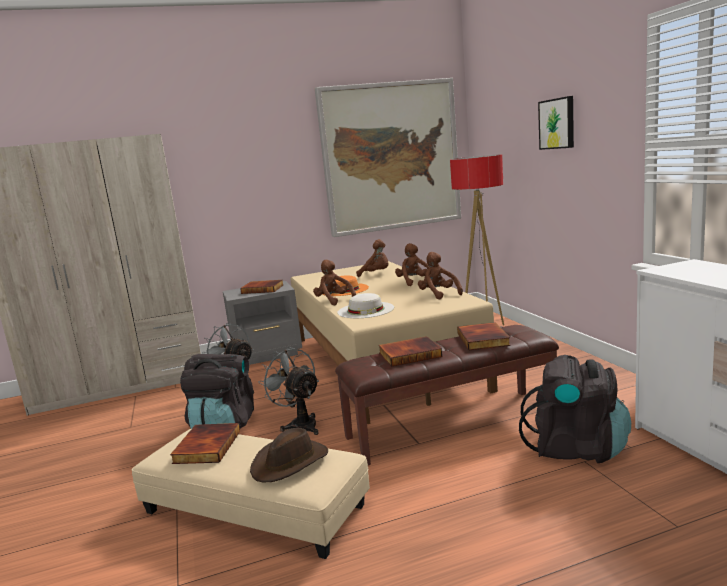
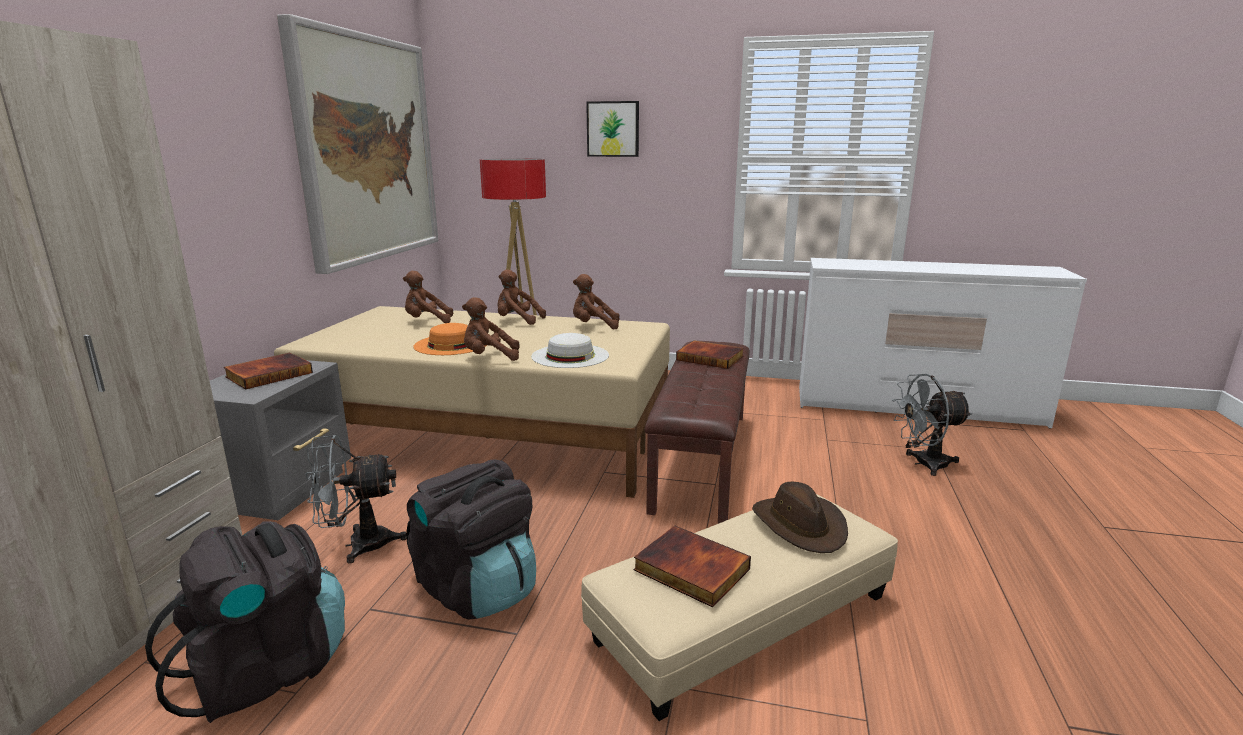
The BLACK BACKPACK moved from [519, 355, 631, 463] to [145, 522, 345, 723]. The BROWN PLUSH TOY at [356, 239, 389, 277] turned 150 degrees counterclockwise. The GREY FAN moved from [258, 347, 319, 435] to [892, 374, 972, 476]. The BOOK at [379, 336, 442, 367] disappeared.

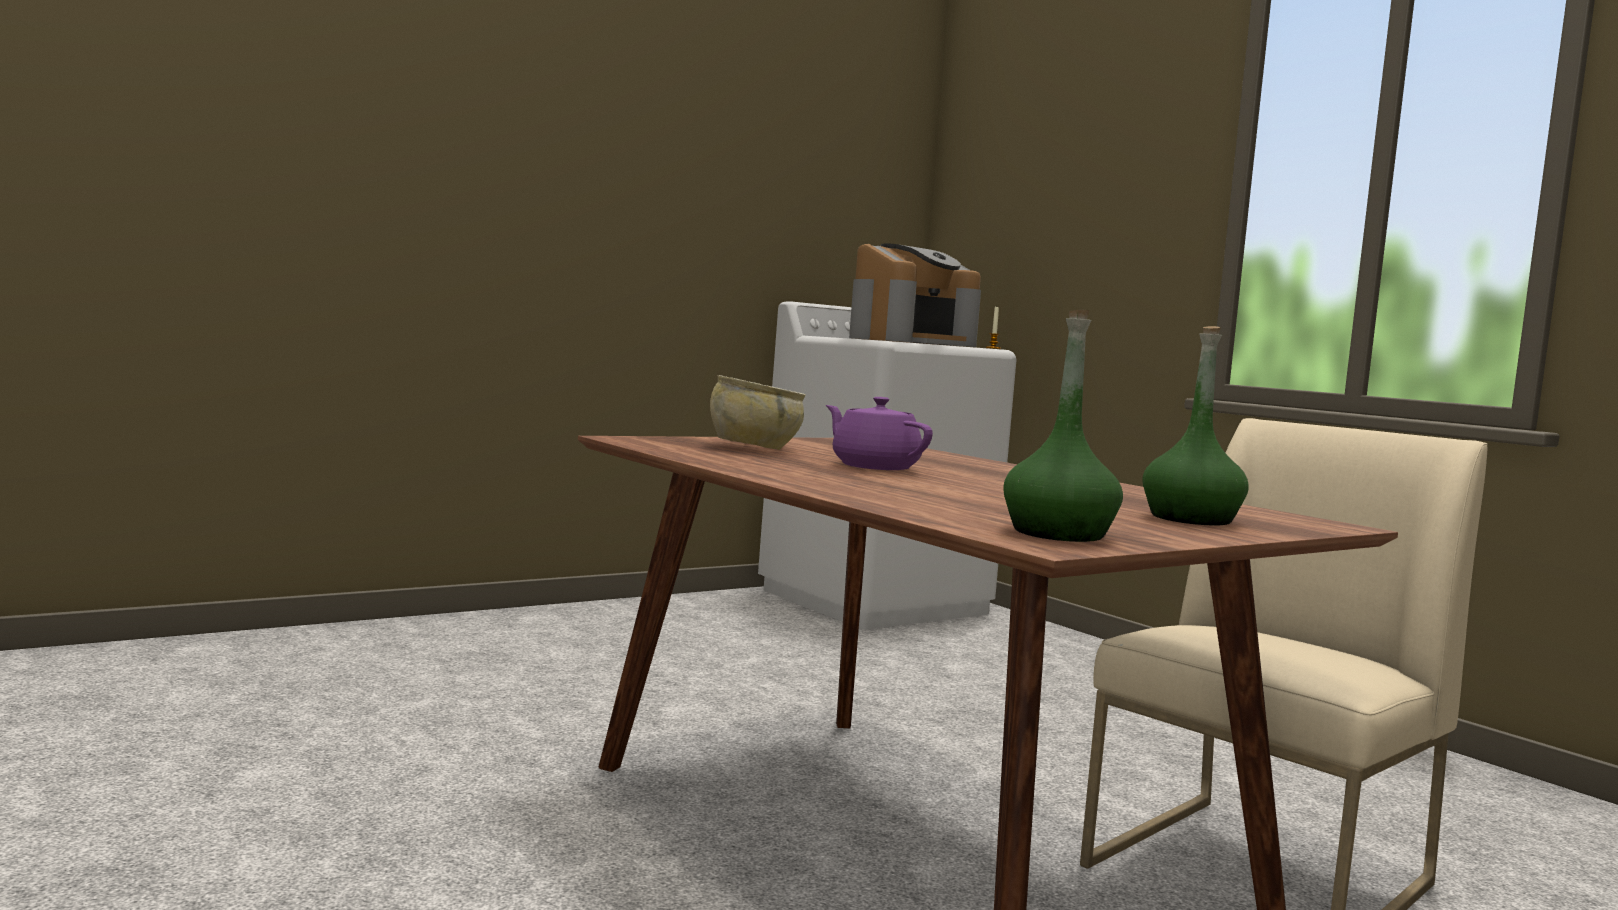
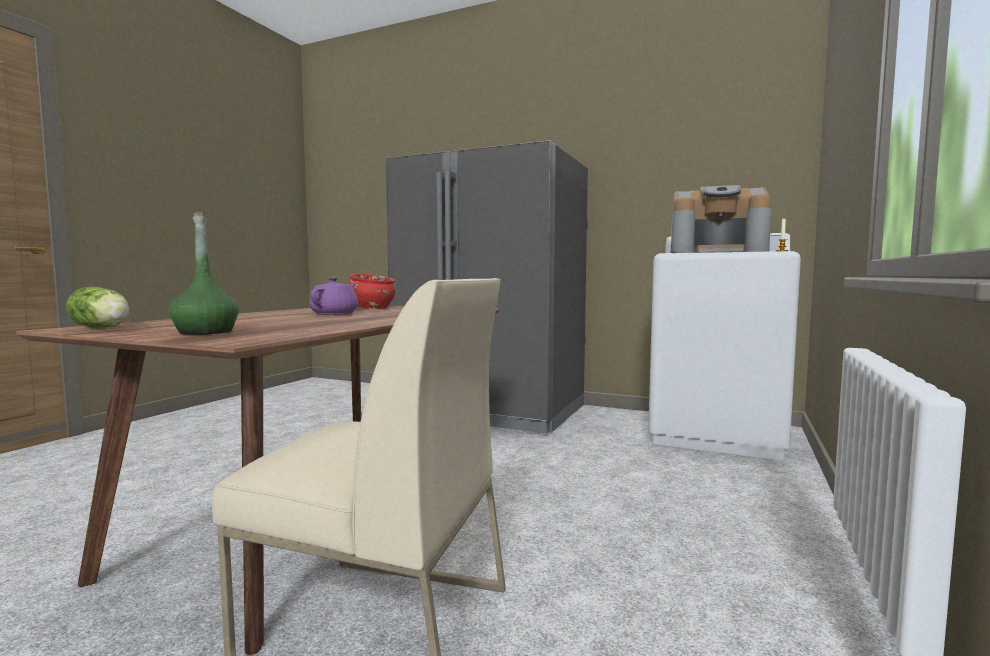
The GREEN BOTTLE at [1003, 309, 1123, 542] was replaced by the LETTUCE at [66, 287, 129, 328]. The BEIGE BOWL at [710, 375, 806, 450] became the RED BOWL at [348, 274, 396, 309]. The GREY FRIDGE at [386, 140, 588, 434] appeared.

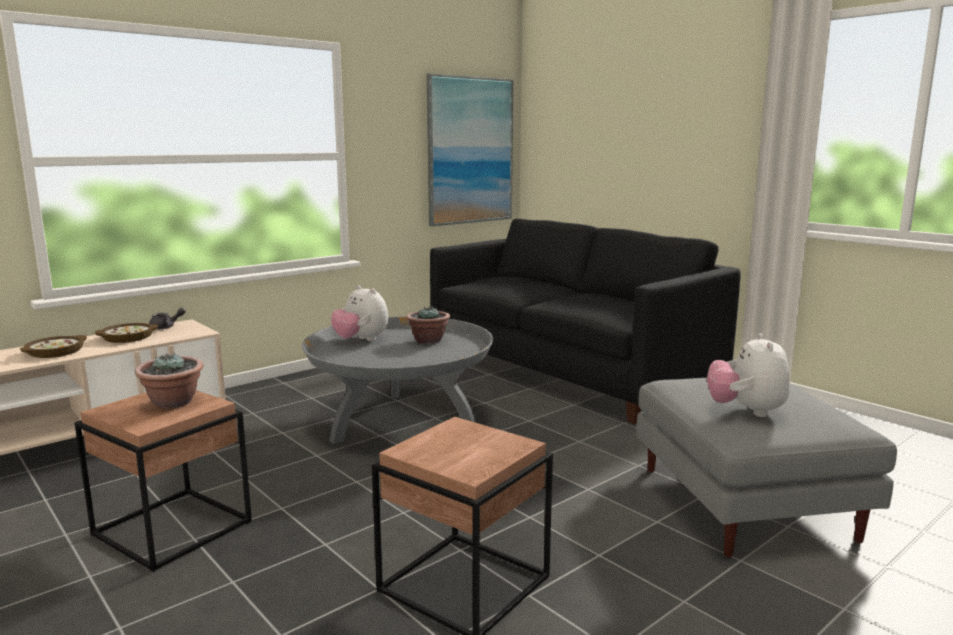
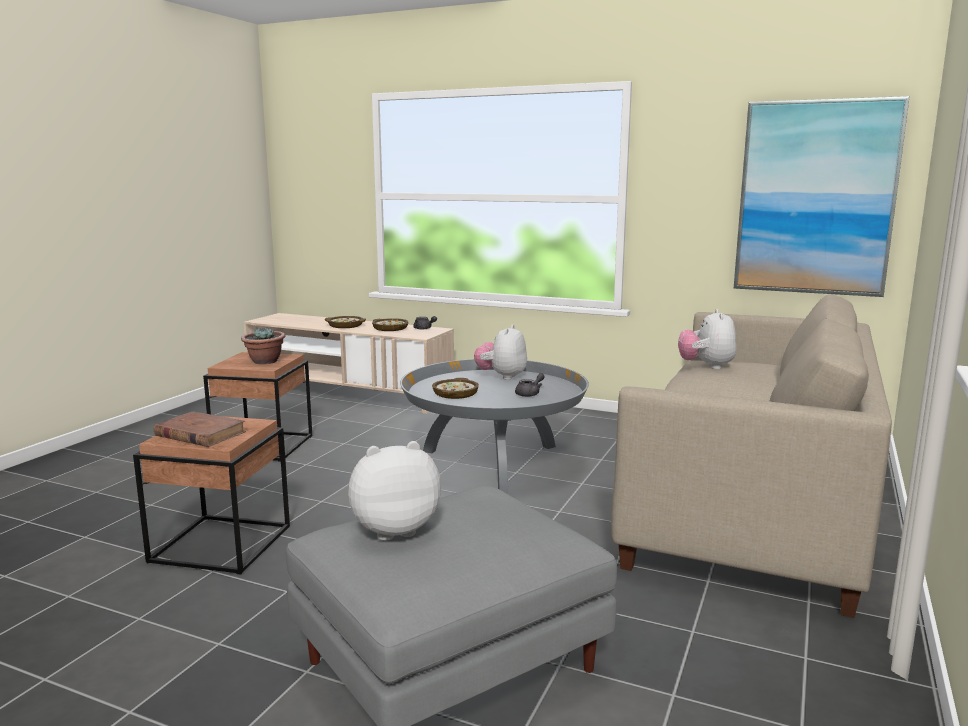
The BROWN BOOK at [154, 411, 246, 447] appeared. The BOWL at [432, 378, 479, 399] appeared. The POTTED PLANT at [406, 306, 450, 345] was replaced by the GREY TEAPOT at [515, 373, 545, 397]. The BLACK SOFA at [430, 219, 741, 424] became the BEIGE SOFA at [611, 294, 892, 618]. The PLUSH TOY at [678, 309, 737, 369] appeared.

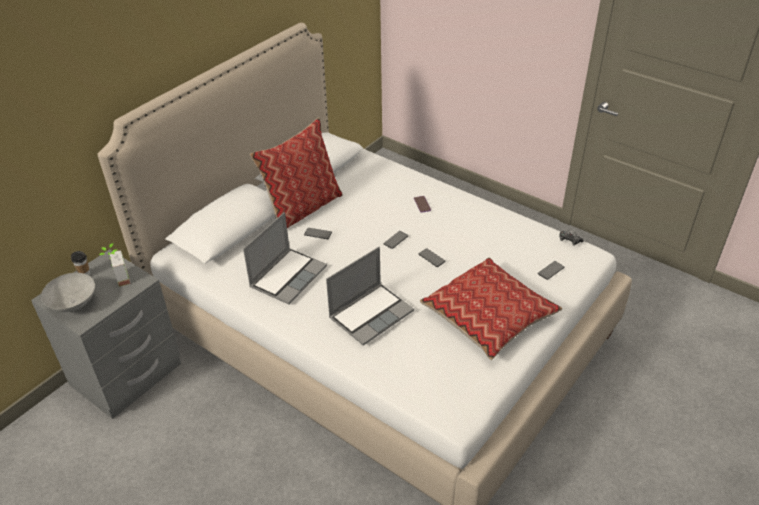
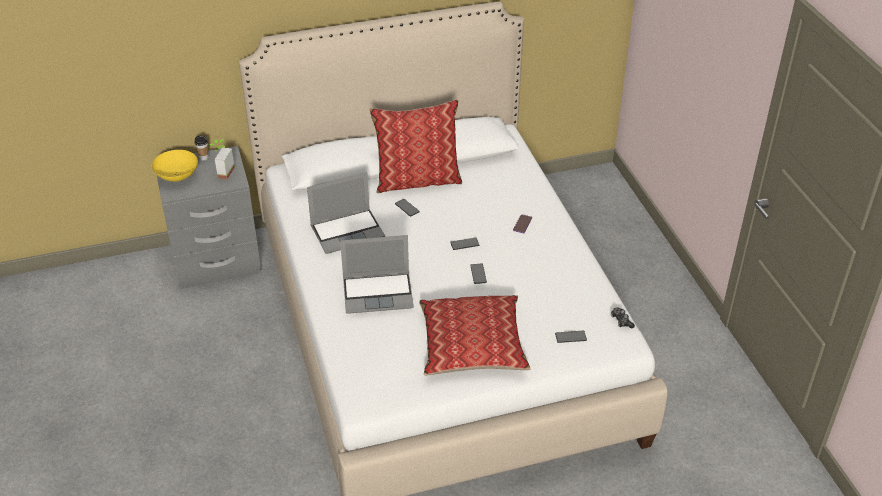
The GREY BOWL at [41, 273, 95, 312] became the YELLOW BOWL at [152, 150, 198, 182].

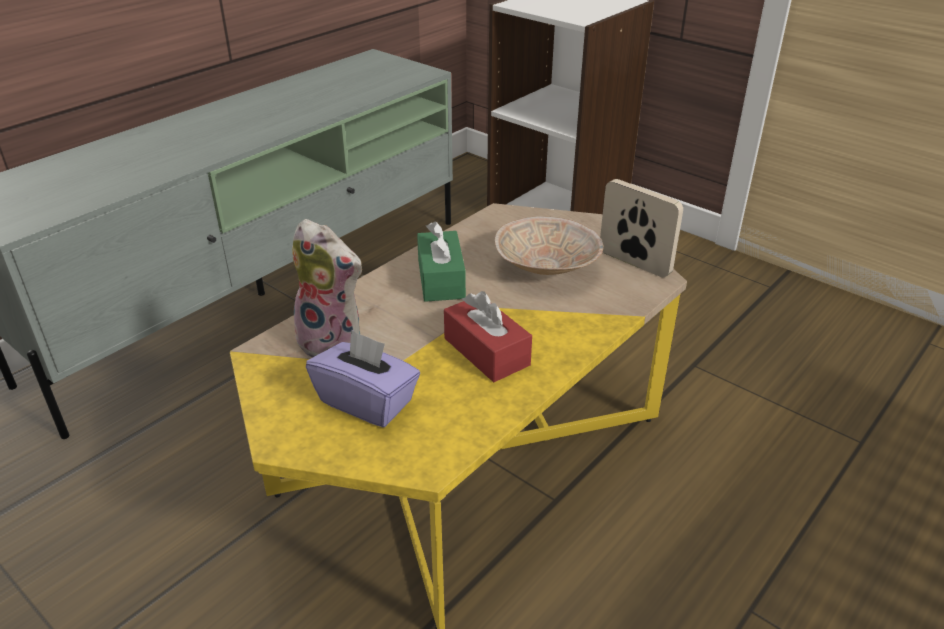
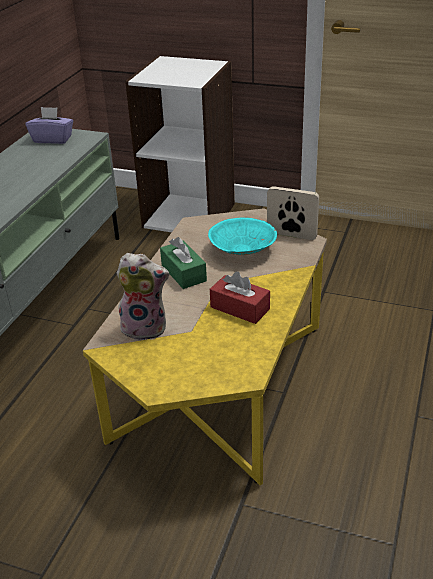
The PURPLE TISSUE BOX moved from [306, 329, 420, 427] to [25, 107, 73, 144]. The BEIGE BOWL at [495, 216, 603, 275] became the TURQUOISE BOWL at [208, 218, 277, 255].

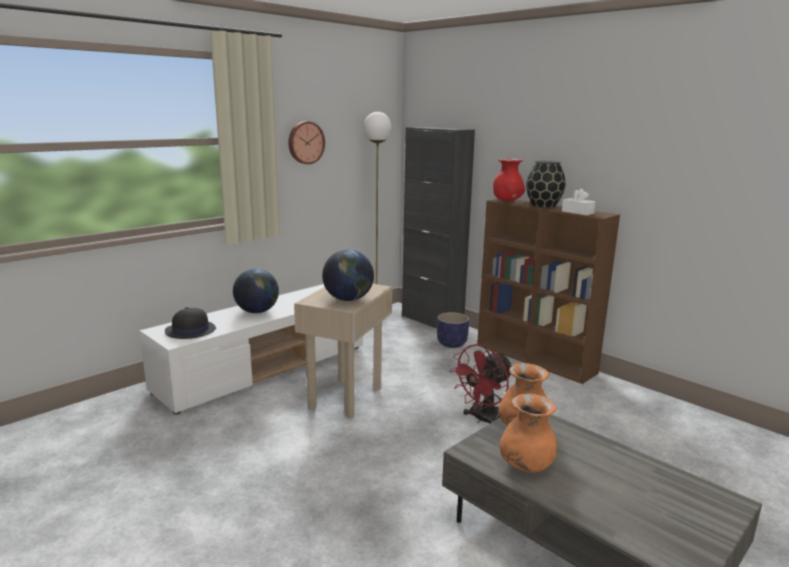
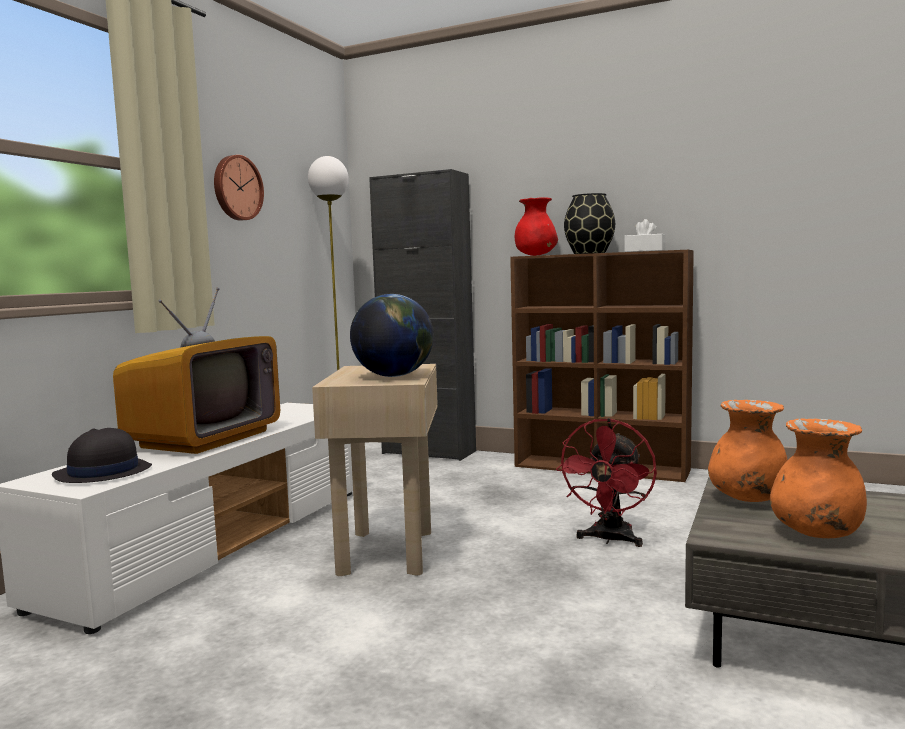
The GLOBE at [233, 269, 279, 313] was replaced by the TELEVISION at [113, 287, 280, 454]. The PLANTER at [437, 312, 469, 348] disappeared.

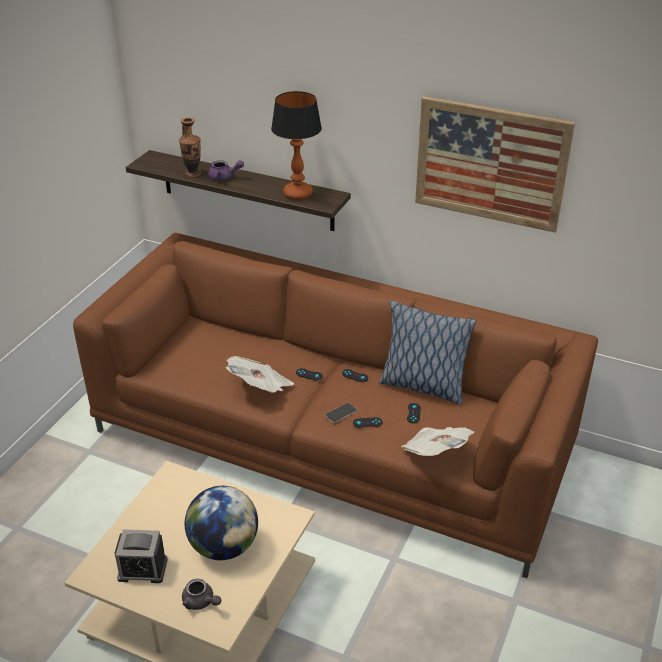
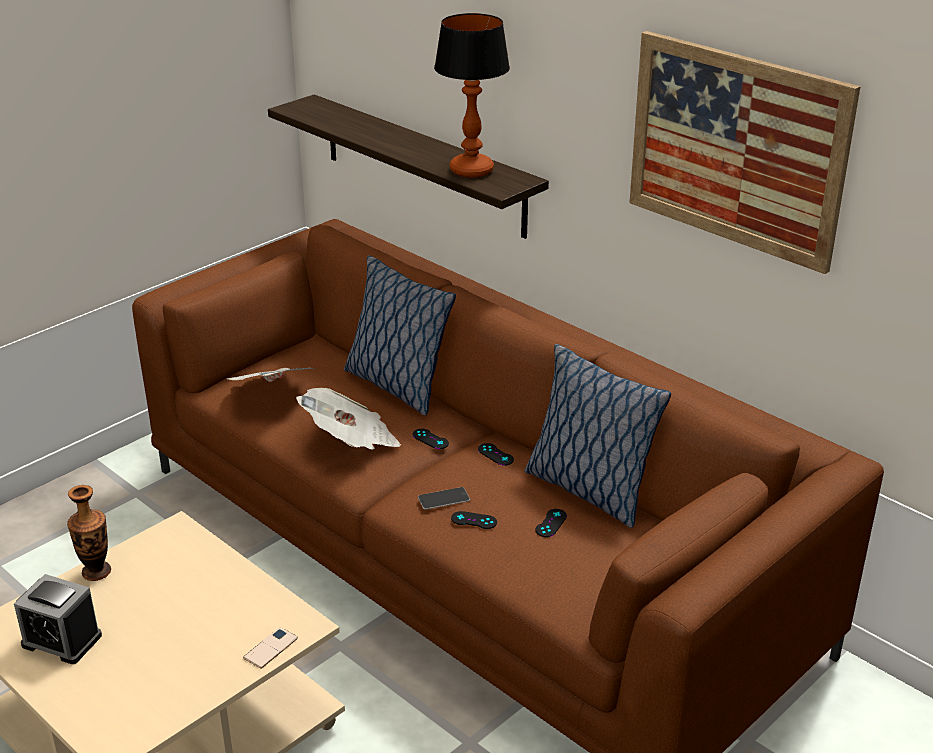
The VASE moved from [179, 118, 201, 177] to [67, 485, 111, 581]. The NEWSPAPER moved from [401, 427, 474, 456] to [226, 368, 315, 382]. The PHONE at [243, 627, 298, 669] appeared. The PILLOW at [344, 255, 456, 416] appeared. The GREY TEAPOT at [182, 578, 221, 610] disappeared. The GLOBE at [185, 486, 258, 560] disappeared. The PURPLE TEAPOT at [208, 160, 244, 181] disappeared.

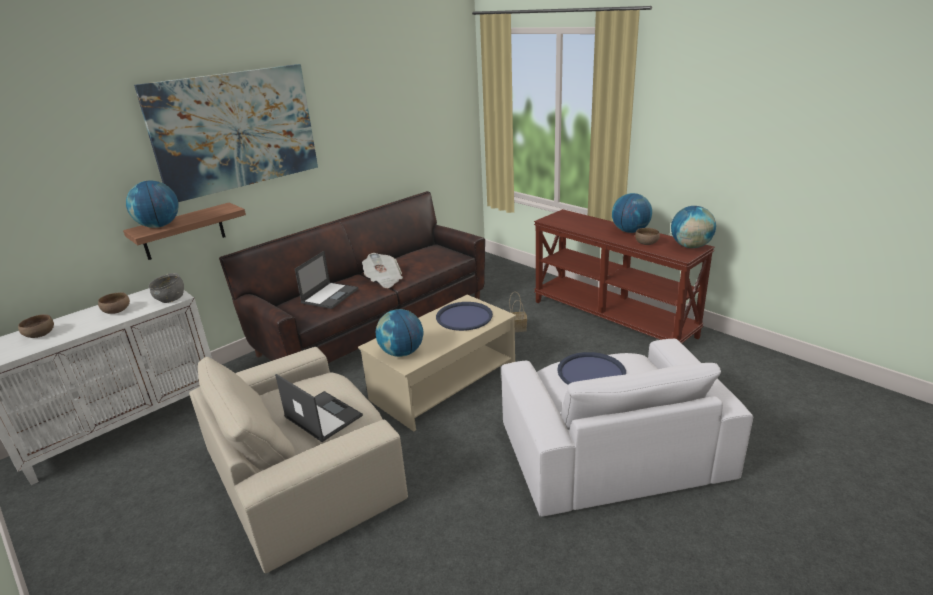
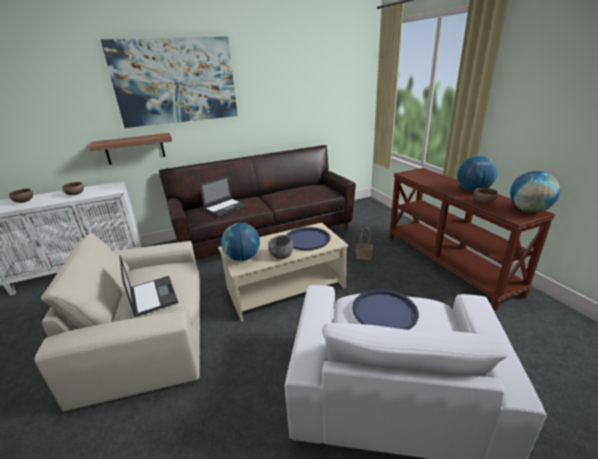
The GREY BOWL moved from [148, 273, 184, 303] to [268, 235, 293, 259]. The GLOBE at [126, 180, 179, 228] disappeared. The NEWSPAPER at [362, 253, 403, 288] disappeared.

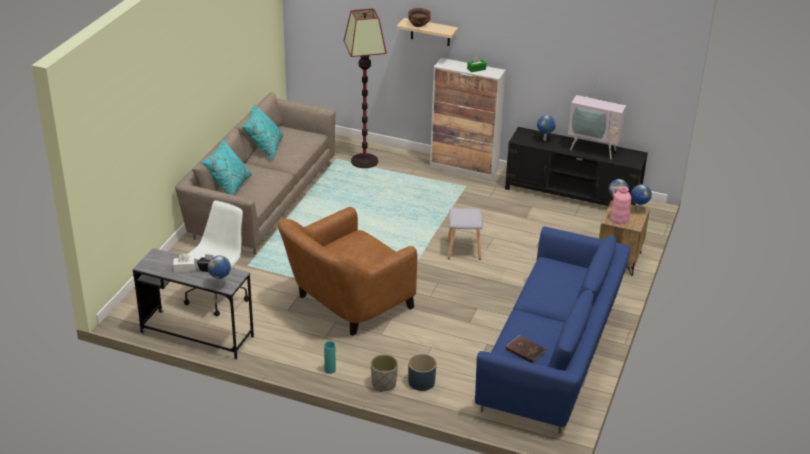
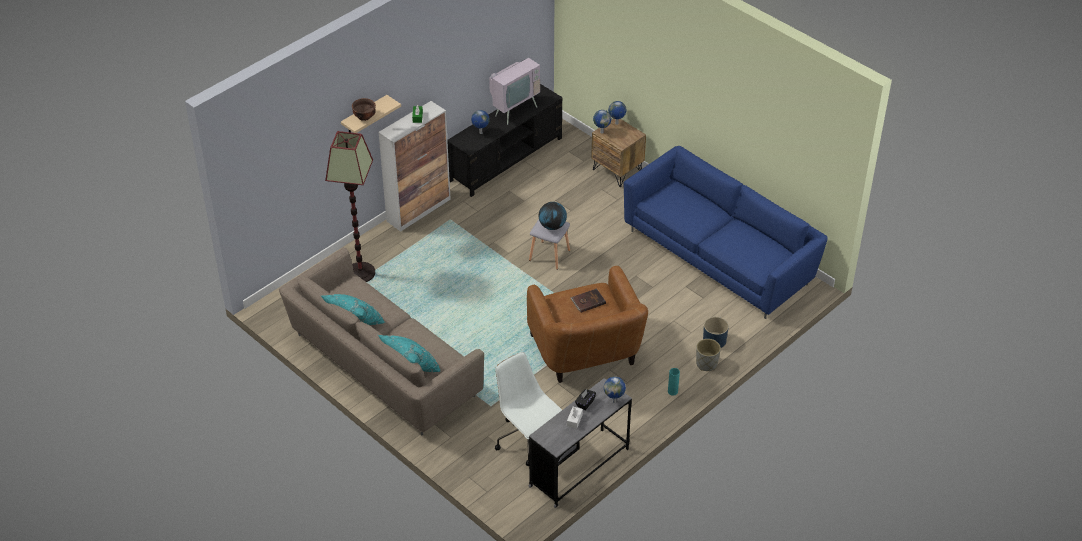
The GLOBE at [538, 202, 567, 230] appeared. The BROWN BOOK moved from [506, 335, 547, 363] to [571, 288, 606, 313]. The PINK VASE at [610, 186, 631, 225] disappeared.

